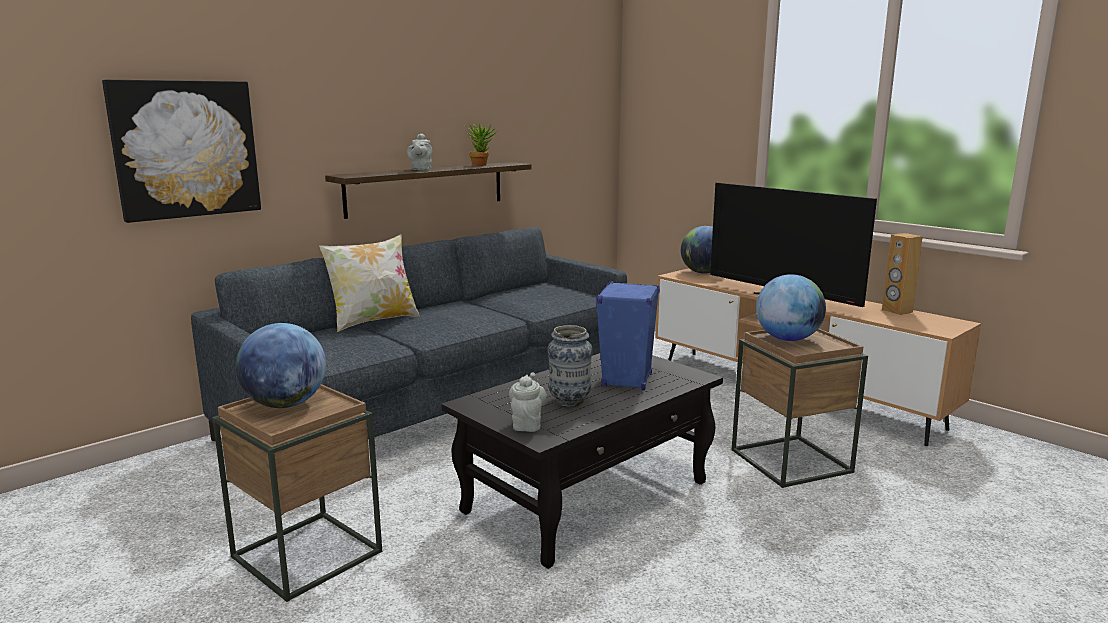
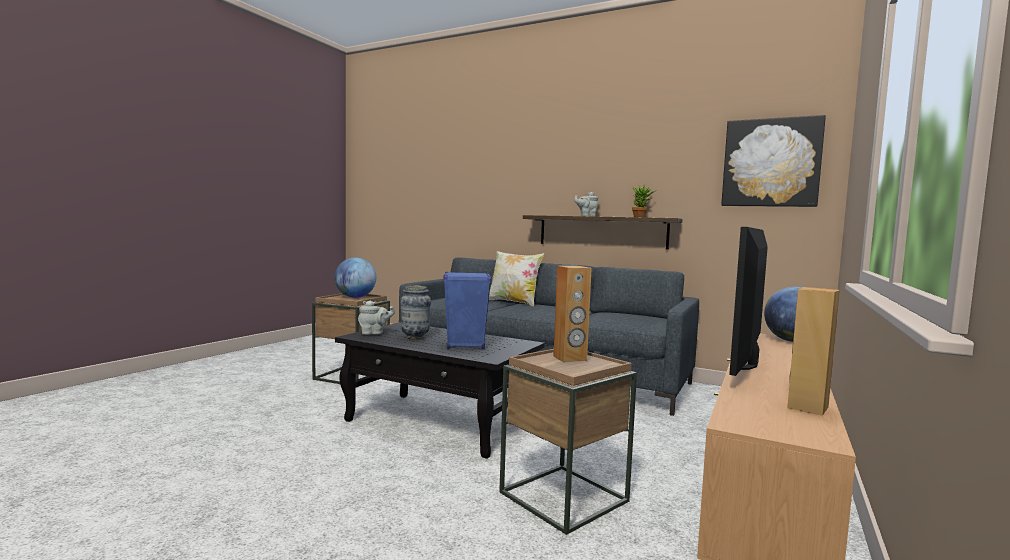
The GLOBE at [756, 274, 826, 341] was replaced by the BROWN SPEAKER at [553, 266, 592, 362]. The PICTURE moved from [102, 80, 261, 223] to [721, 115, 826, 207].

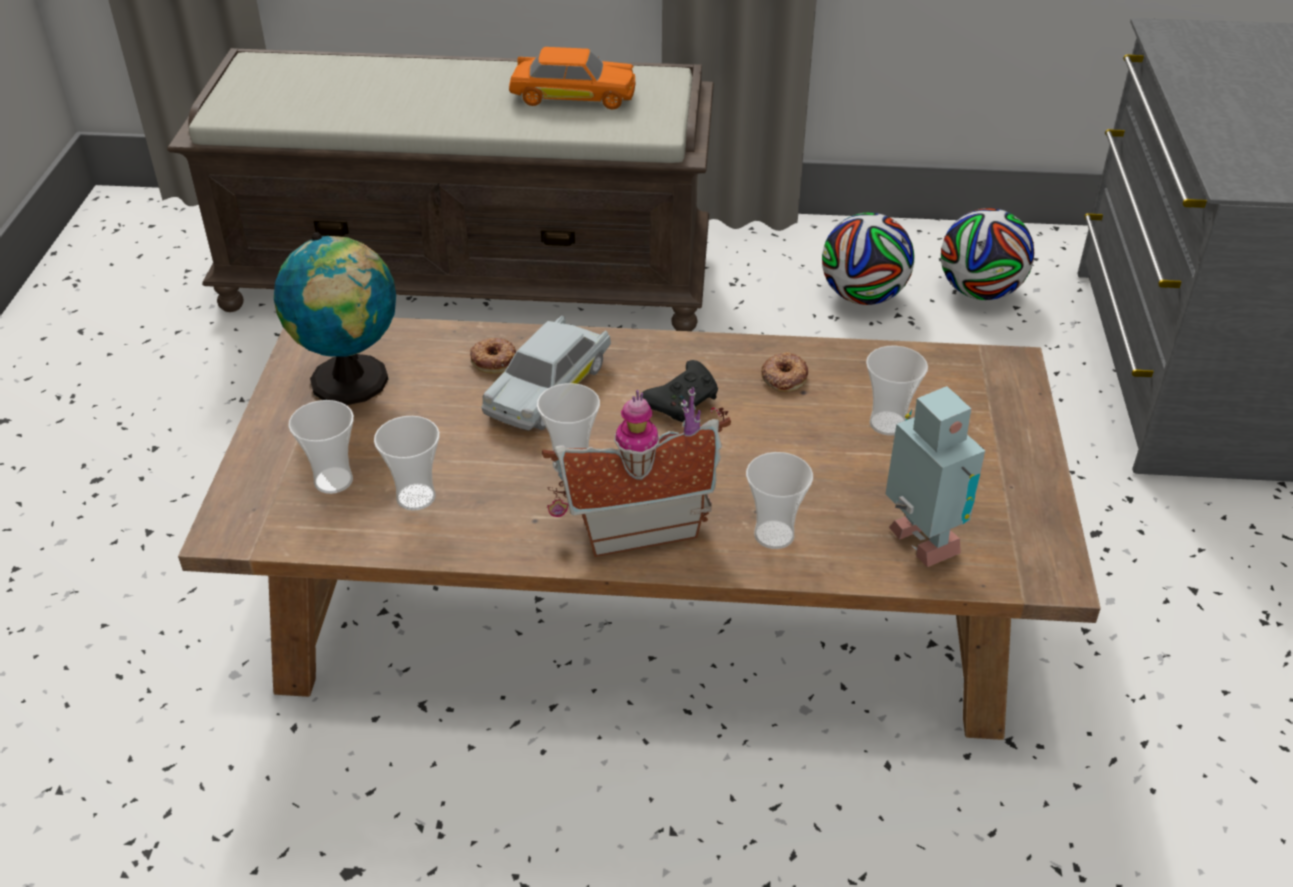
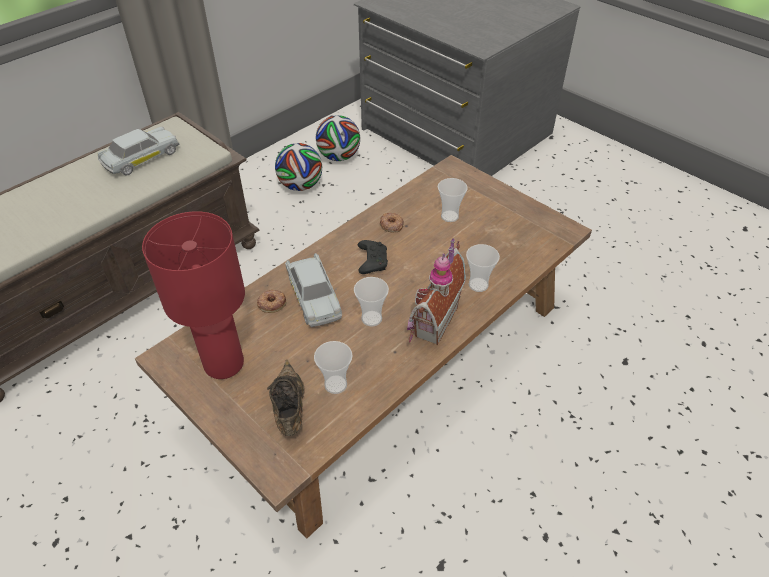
The ORANGE TOY CAR at [509, 47, 635, 109] became the WHITE TOY CAR at [98, 127, 179, 175]. The GLOBE at [274, 232, 396, 405] was replaced by the RED TABLE LAMP at [142, 211, 245, 379]. The CUP at [288, 400, 354, 494] was replaced by the BROWN SHOE at [267, 359, 305, 436]. The TOY ROBOT at [885, 386, 985, 567] disappeared.

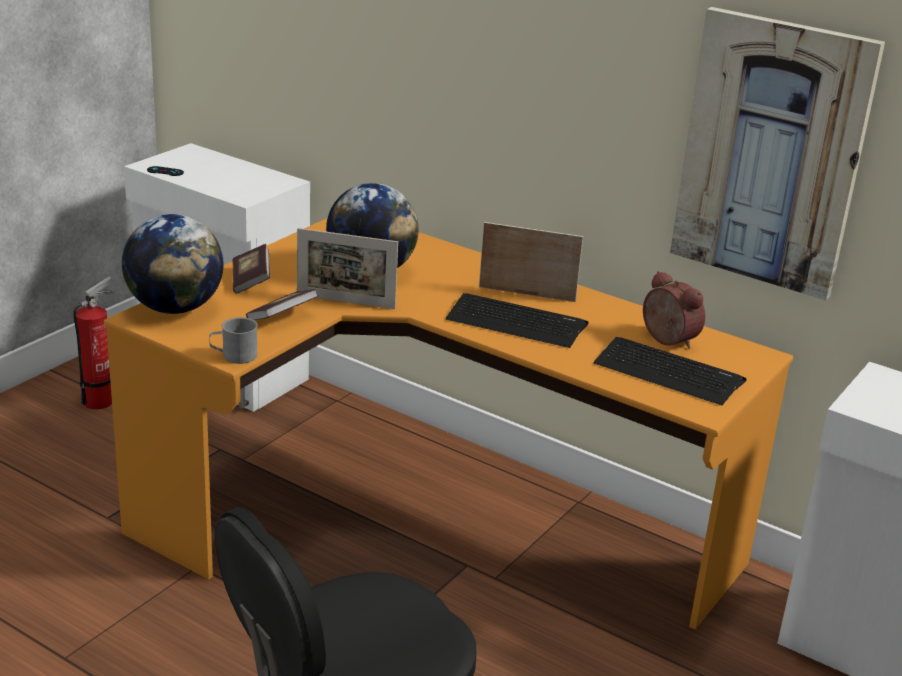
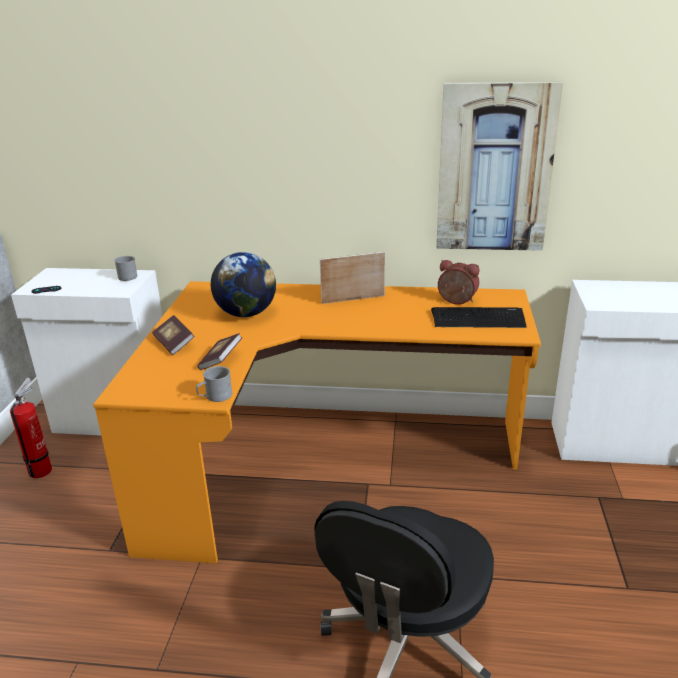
The GREY MUG at [114, 256, 137, 281] appeared. The GLOBE at [122, 214, 224, 314] disappeared. The PICTURE FRAME at [297, 228, 398, 309] disappeared. The KEYBOARD at [446, 293, 589, 348] disappeared.

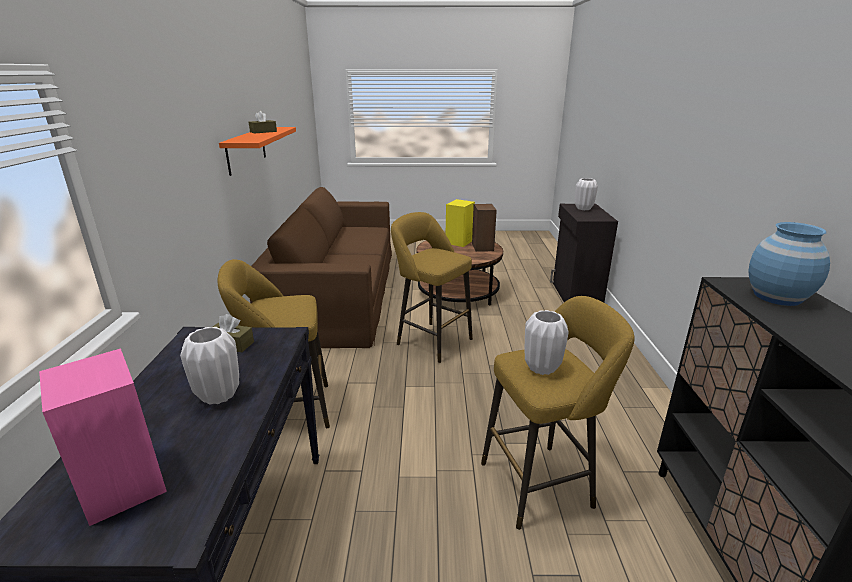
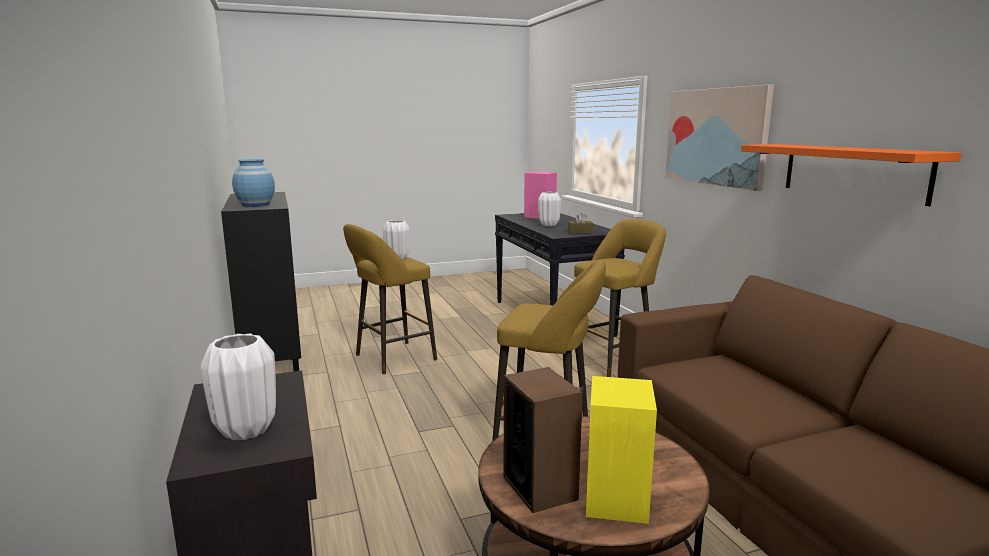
The PICTURE at [665, 84, 774, 191] appeared. The BROWN TISSUE BOX at [249, 111, 277, 133] disappeared.

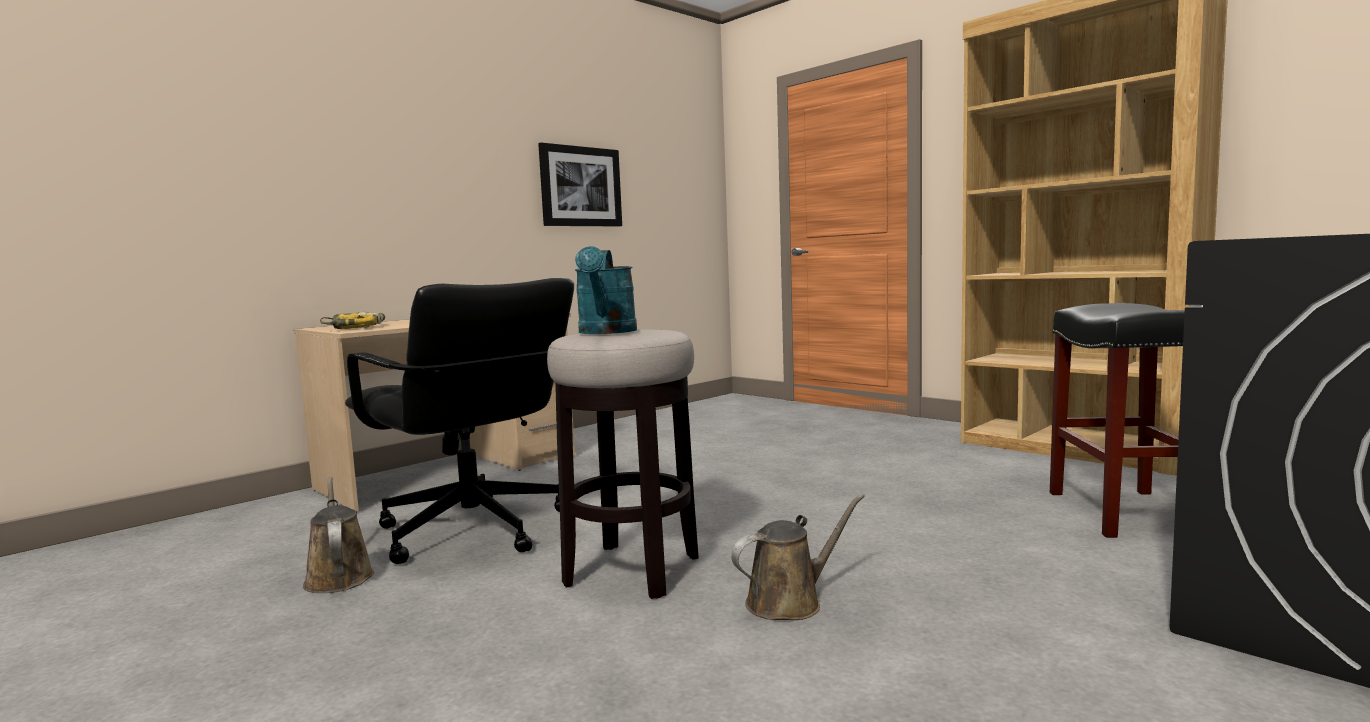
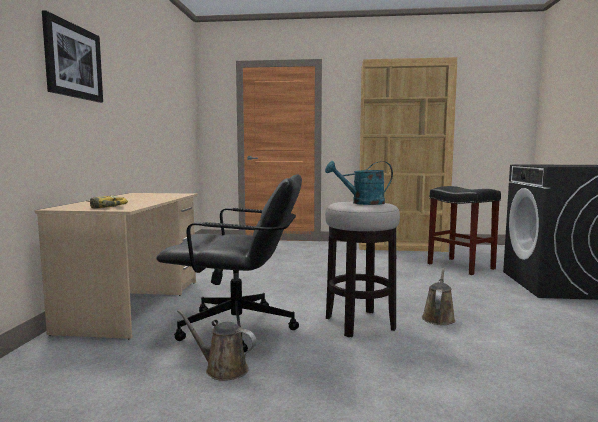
The PICTURE moved from [538, 143, 622, 226] to [42, 10, 103, 103]. The TURQUOISE WATERING CAN at [575, 246, 637, 334] turned 120 degrees clockwise.

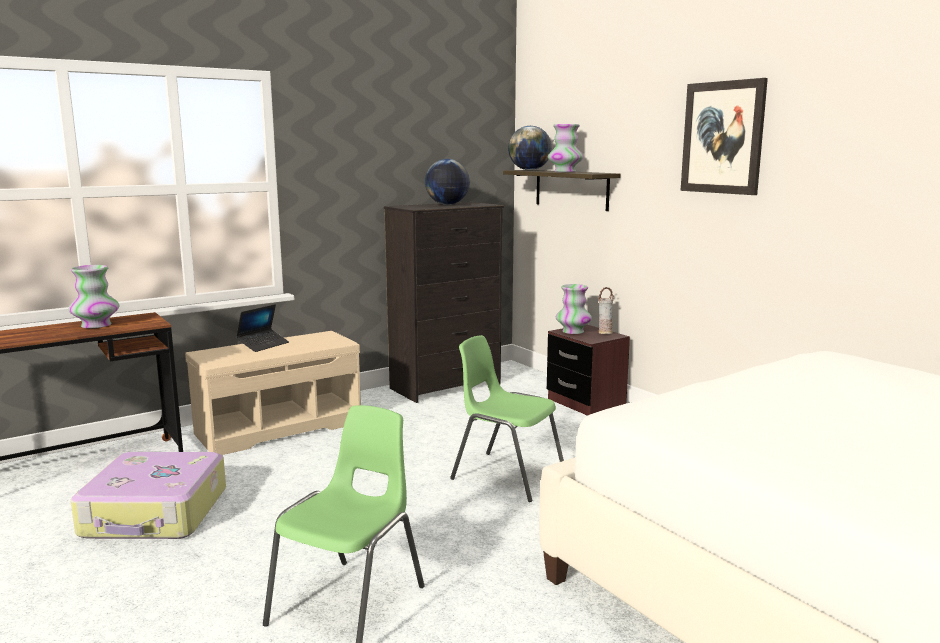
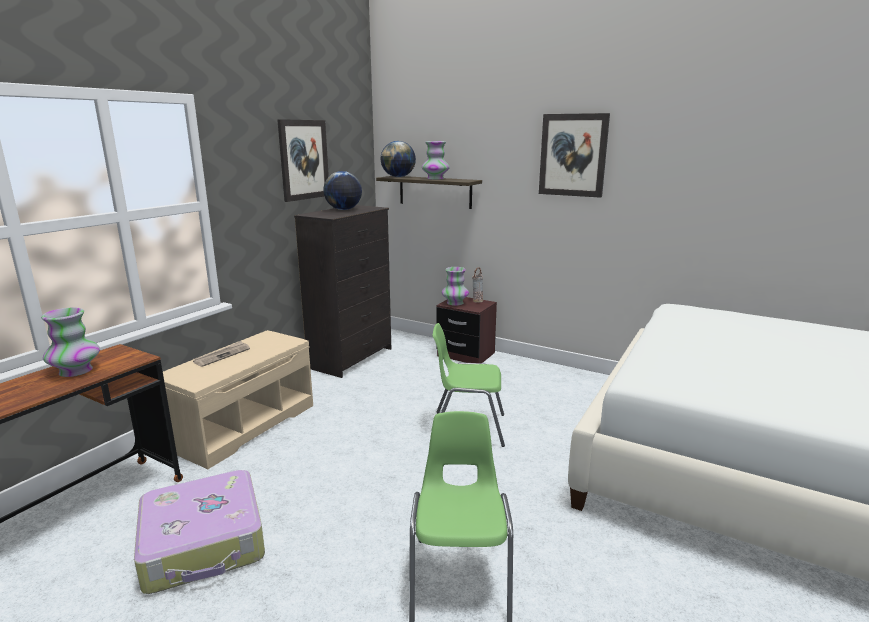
The LAPTOP at [236, 304, 289, 352] was replaced by the NEWSPAPER at [193, 341, 250, 367]. The PICTURE at [277, 119, 329, 202] appeared.

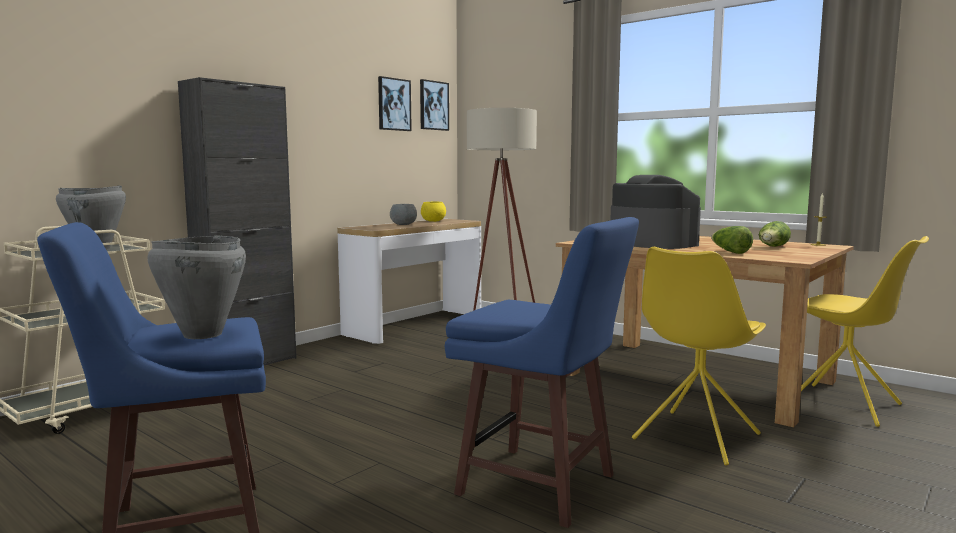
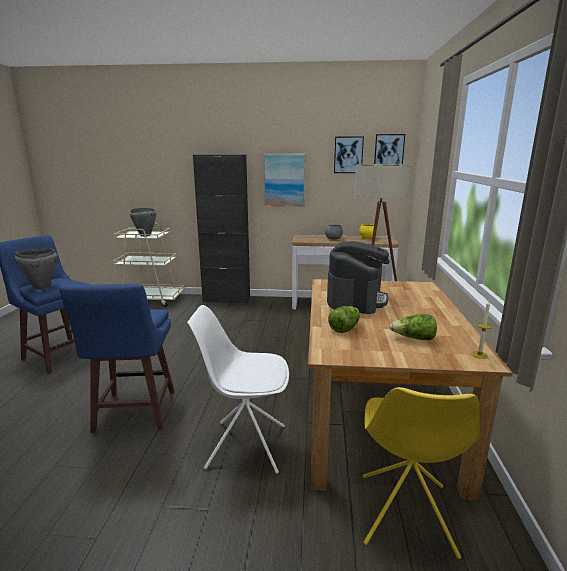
The YELLOW CHAIR at [632, 247, 766, 466] became the WHITE CHAIR at [187, 305, 289, 474]. The PICTURE at [264, 154, 305, 206] appeared.

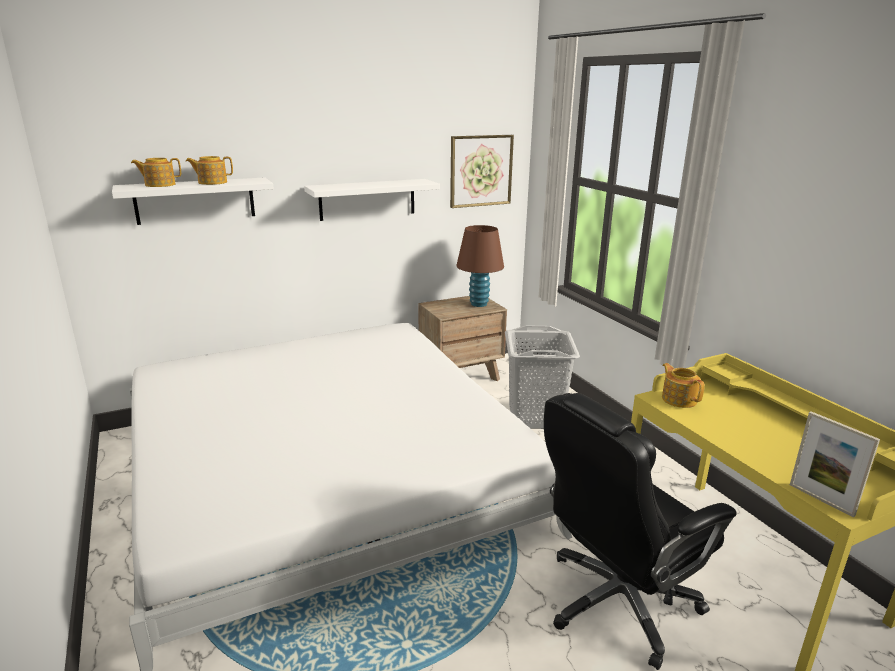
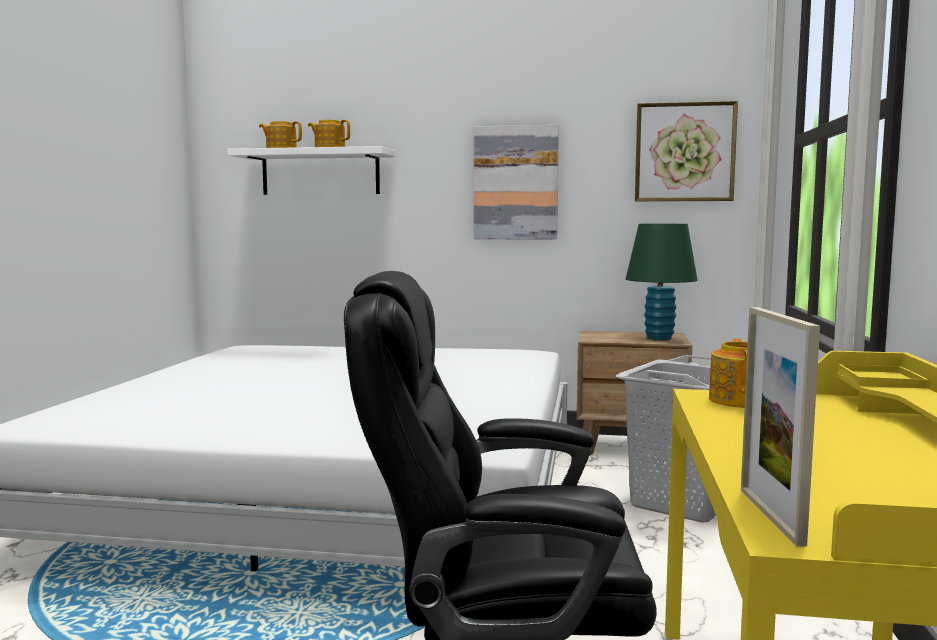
The WHITE SHELF at [304, 179, 440, 221] was replaced by the PICTURE at [474, 125, 559, 240]. The BROWN TABLE LAMP at [456, 225, 504, 307] became the GREEN TABLE LAMP at [626, 224, 698, 340].

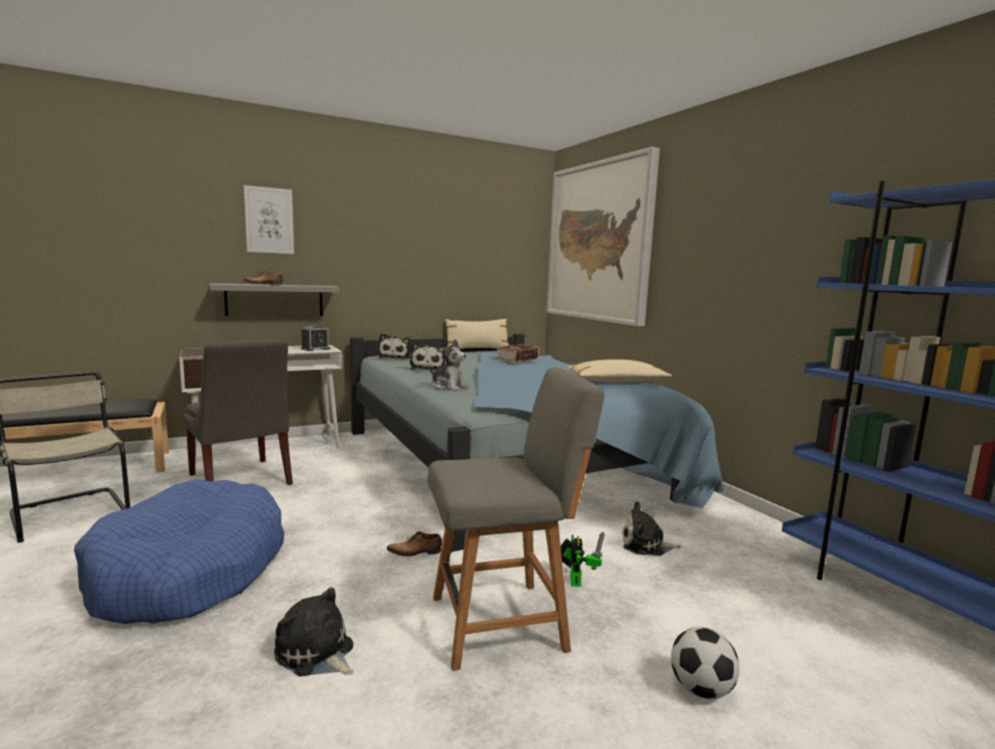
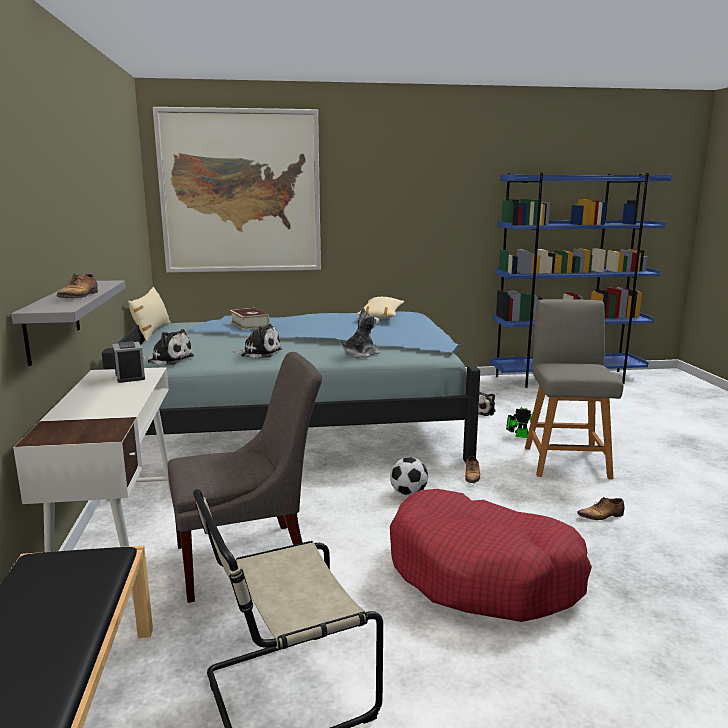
The FOOTBALL moved from [671, 627, 740, 699] to [390, 457, 428, 496]. The BLUE DOG BED at [74, 479, 284, 624] became the RED DOG BED at [390, 489, 592, 622]. The PLUSH TOY at [274, 587, 354, 676] was replaced by the SHOE at [577, 497, 625, 520]. The PICTURE at [244, 185, 294, 254] disappeared.

